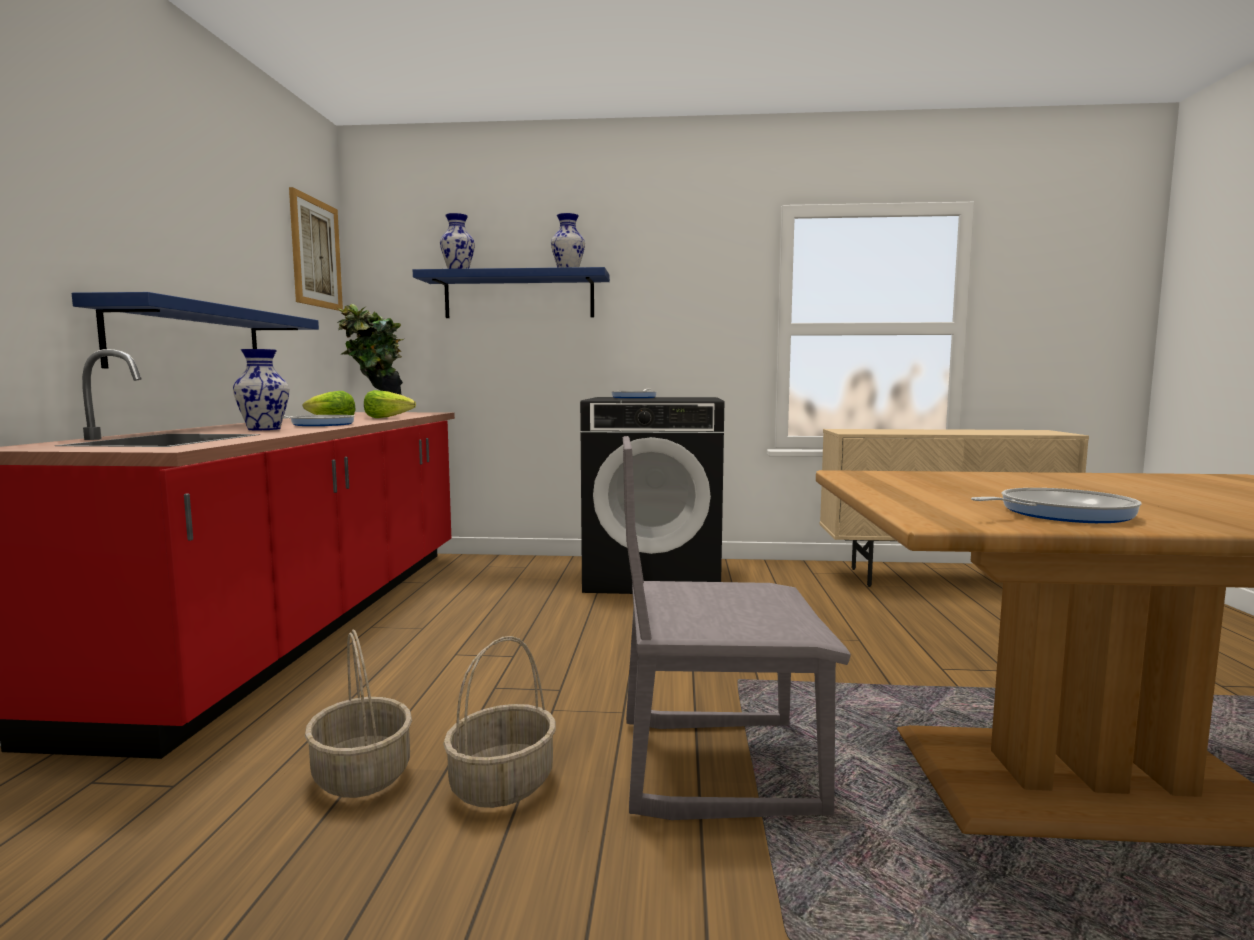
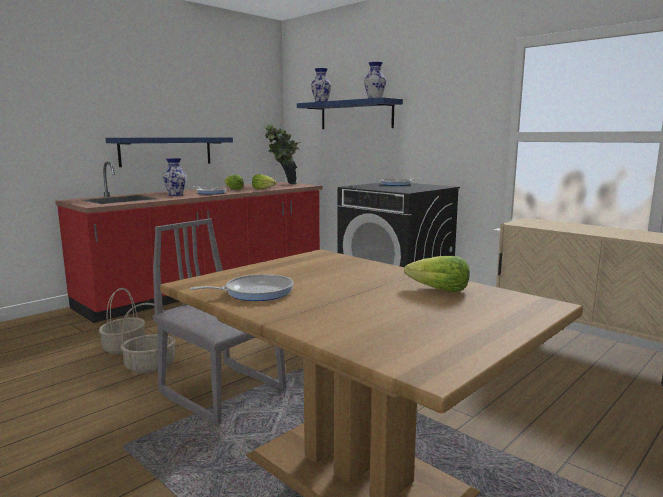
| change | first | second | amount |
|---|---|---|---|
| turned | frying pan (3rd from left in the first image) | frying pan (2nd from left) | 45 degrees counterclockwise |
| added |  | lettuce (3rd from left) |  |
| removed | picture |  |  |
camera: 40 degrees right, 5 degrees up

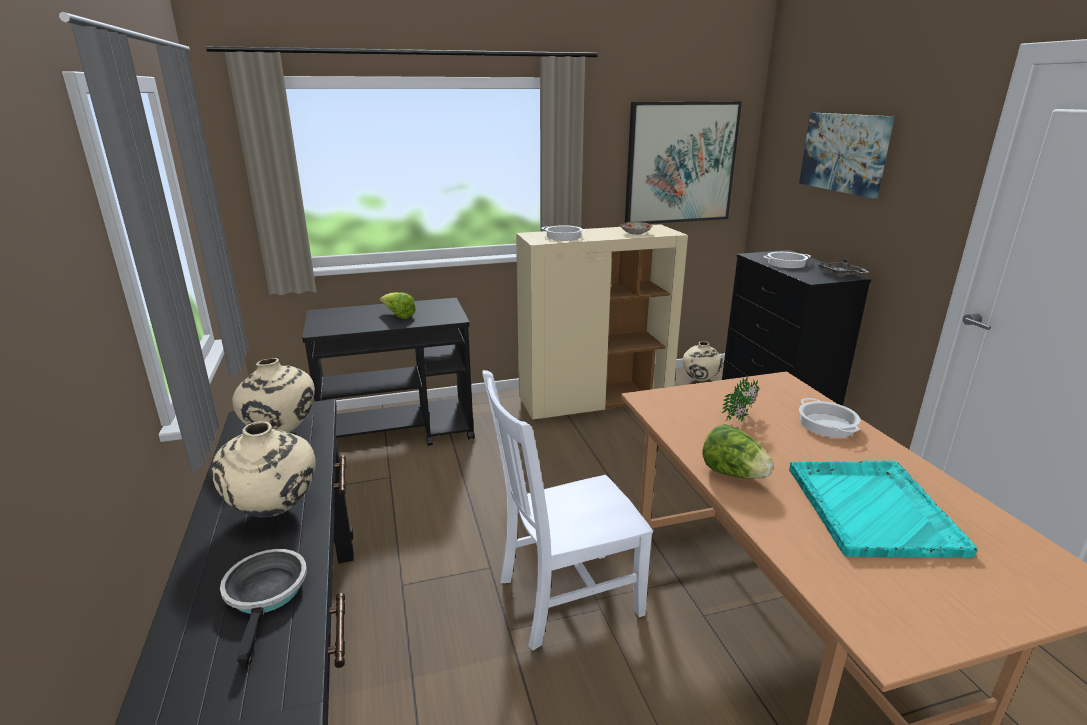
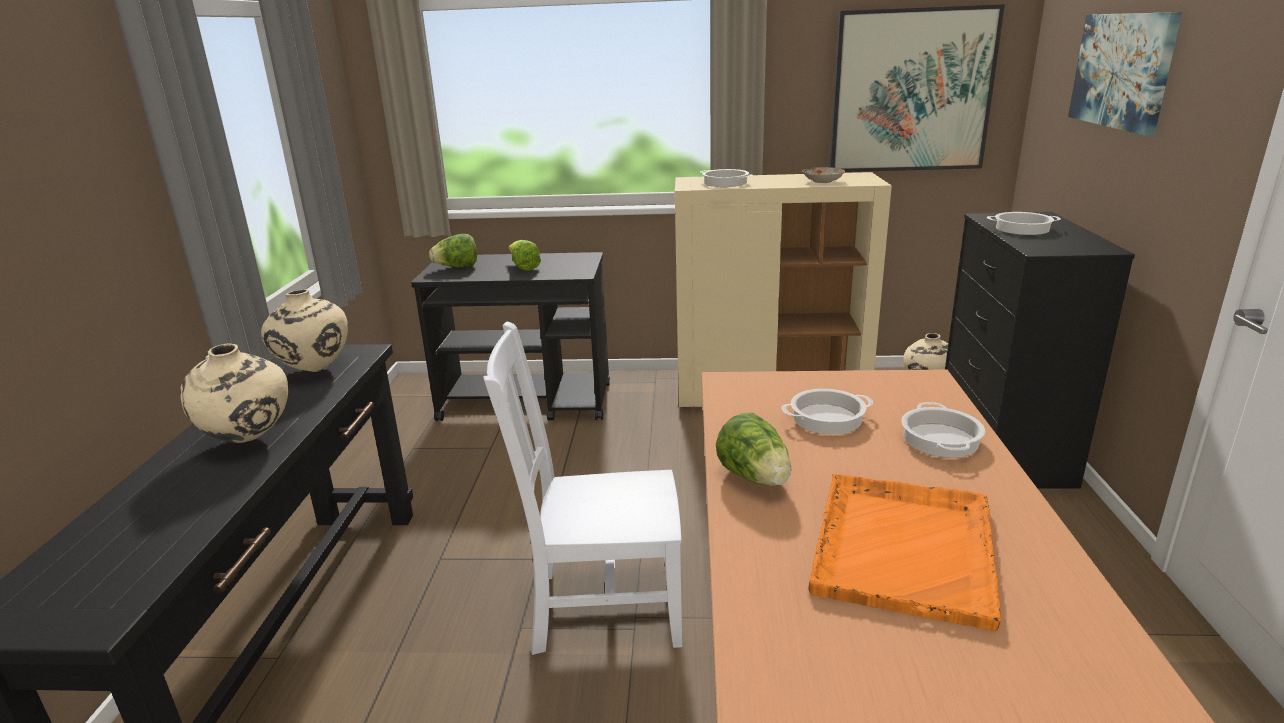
| change | first | second | amount |
|---|---|---|---|
| added |  | lettuce (1st from left) |  |
| replaced | potted plant | cooking pot (2nd from left) |  |
| recoloured | tray/turquoise | tray/orange |  |
| removed | frying pan |  |  |
| removed | tray/grey |  |  |
camera: 20 degrees right, 0 degrees up

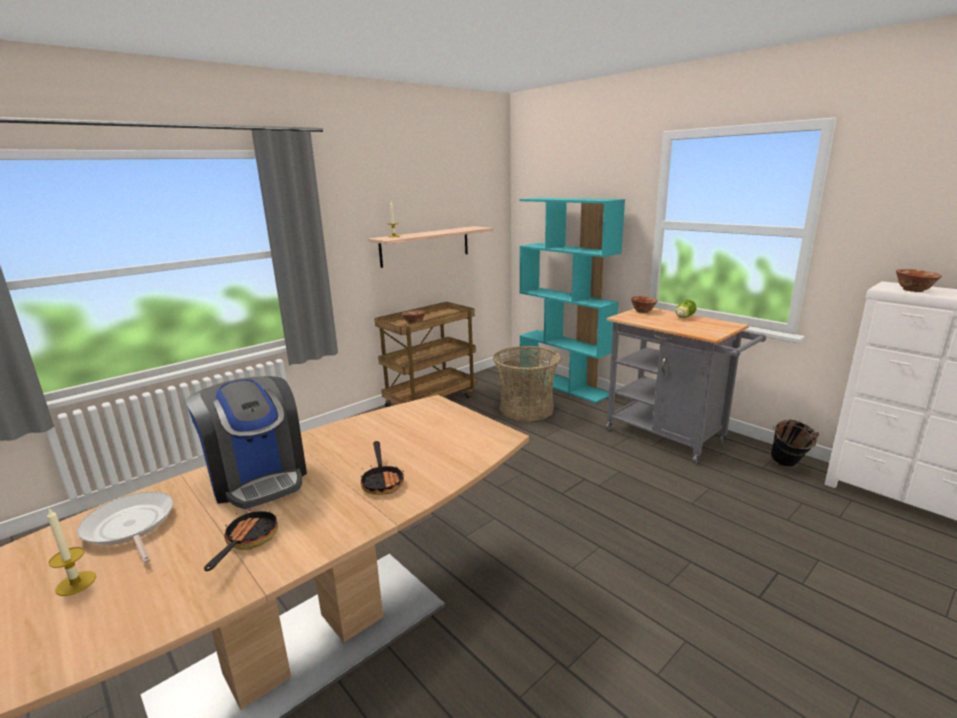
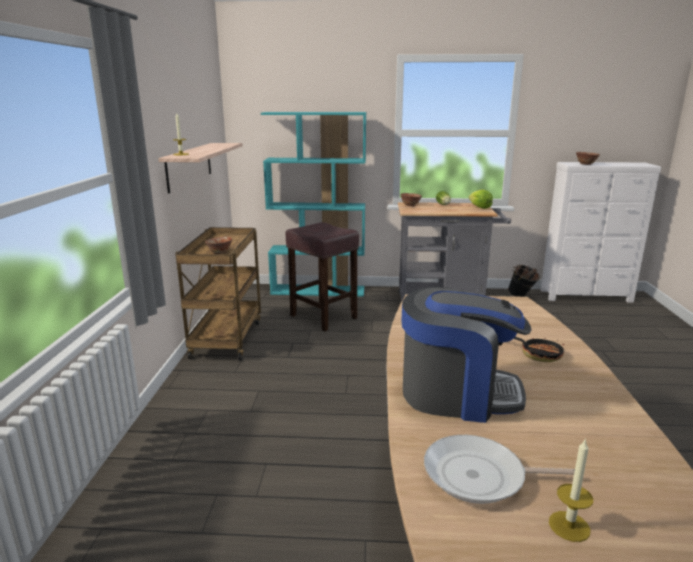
| change | first | second | amount |
|---|---|---|---|
| replaced | basket | stool/brown |  |
| added |  | lettuce (2nd from left) |  |
| removed | frying pan (2nd from left) |  |  |
camera: 45 degrees left, 0 degrees up

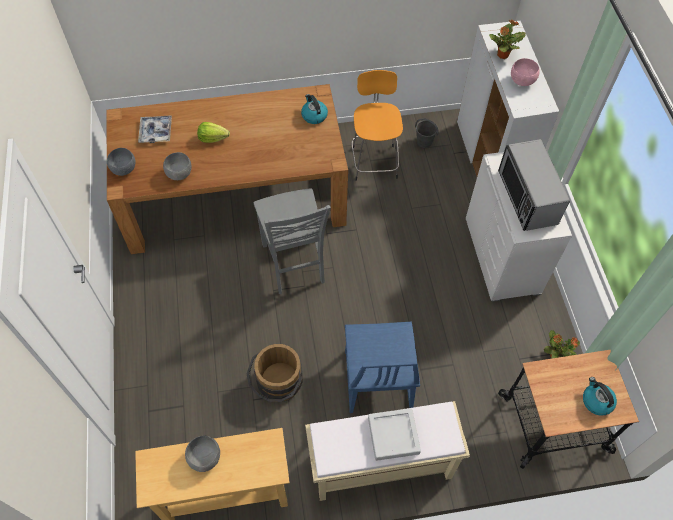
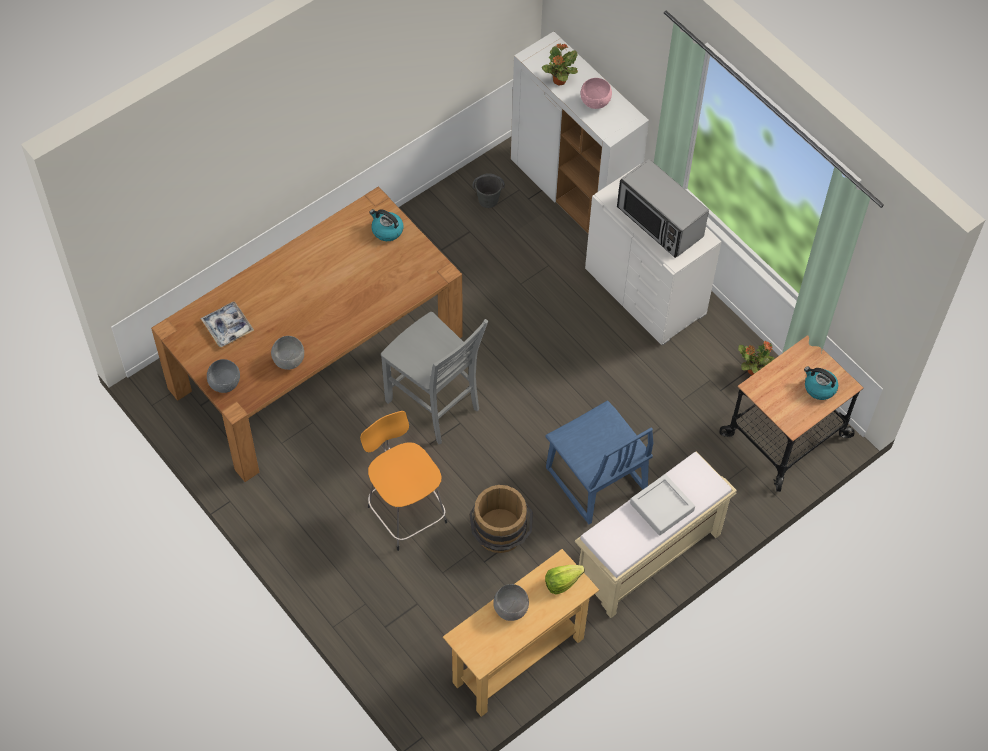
| change | first | second | amount |
|---|---|---|---|
| moved | stool/orange |  |  |
| moved | lettuce |  |  |
camera: 30 degrees left, 0 degrees up

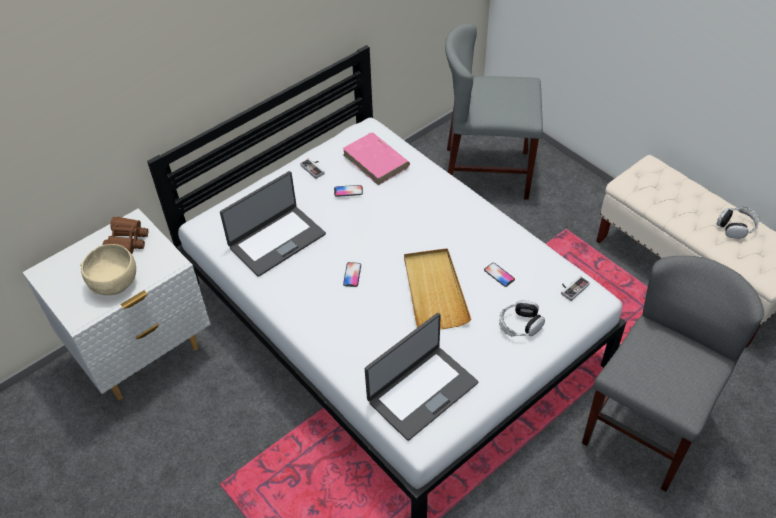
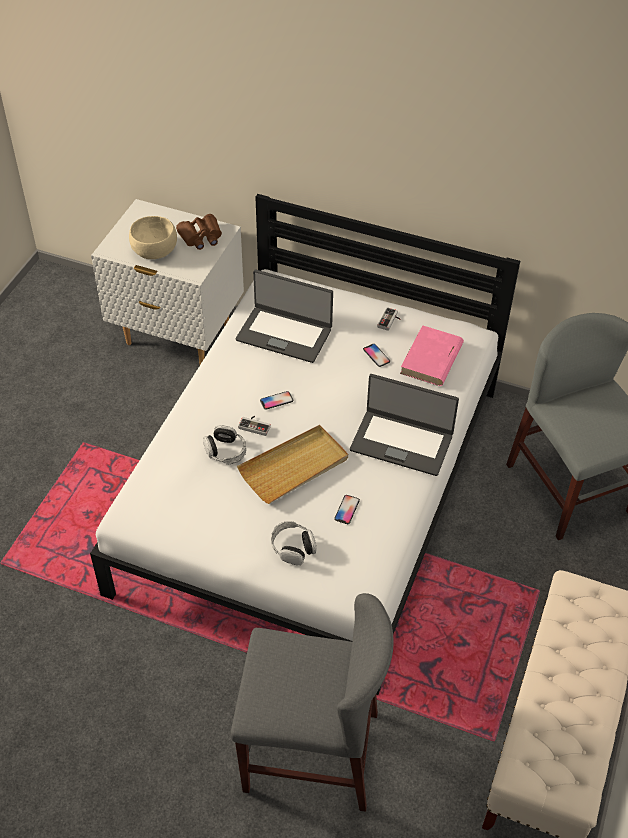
| change | first | second | amount |
|---|---|---|---|
| moved | headphones (2nd from left in the first image) | headphones (1st from left) |  |
| moved | game controller (2nd from left in the first image) | game controller (1st from left) |  |
| moved | laptop (2nd from left) |  |  |
camera: 60 degrees right, 0 degrees up

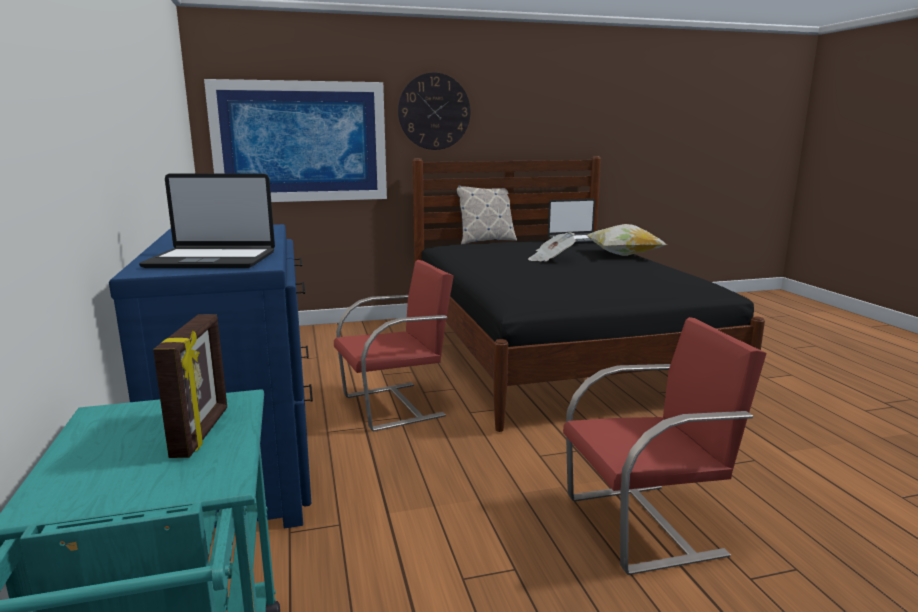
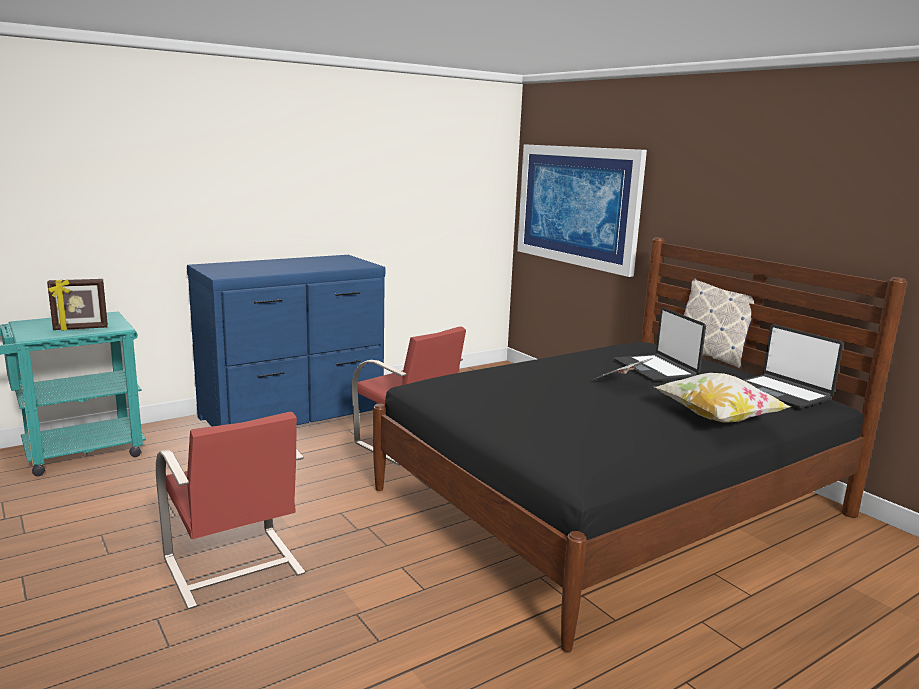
| change | first | second | amount |
|---|---|---|---|
| moved | laptop (1st from left) |  |  |
| removed | wall clock |  |  |
camera: 70 degrees right, 0 degrees up

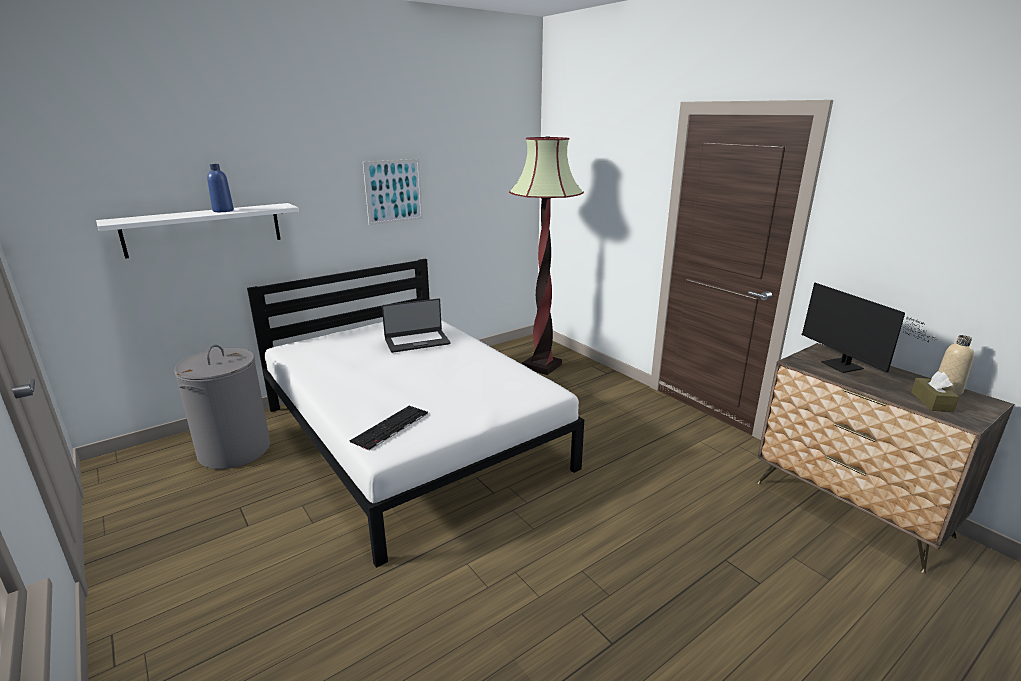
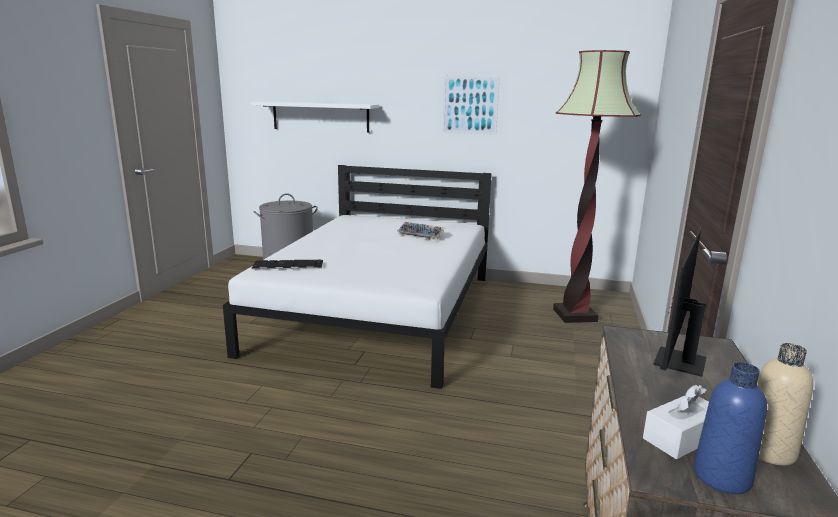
| change | first | second | amount |
|---|---|---|---|
| replaced | laptop | keyboard (2nd from left) |  |
| recoloured | tissue box/brown | tissue box/white |  |
| moved | bottle/blue |  |  |
camera: 50 degrees right, 5 degrees down

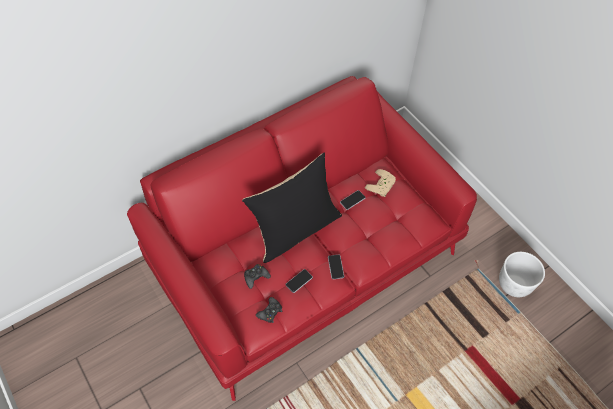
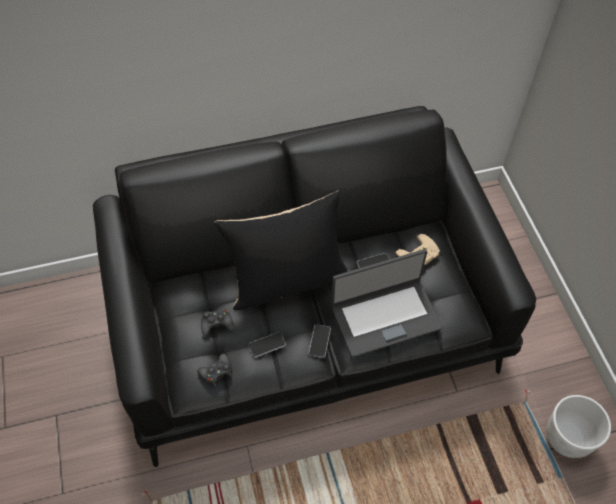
| change | first | second | amount |
|---|---|---|---|
| recoloured | sofa/red | sofa/black |  |
| added |  | laptop |  |
camera: 20 degrees right, 0 degrees up

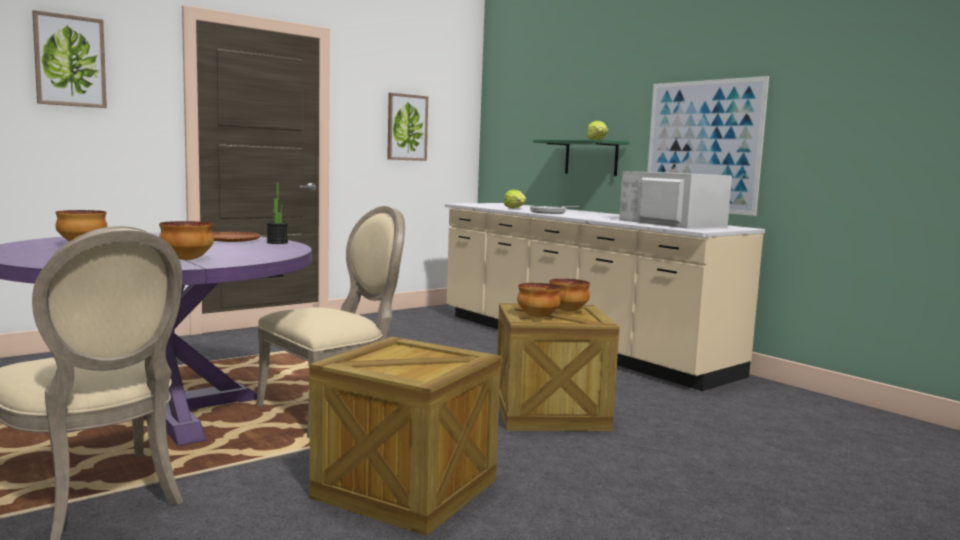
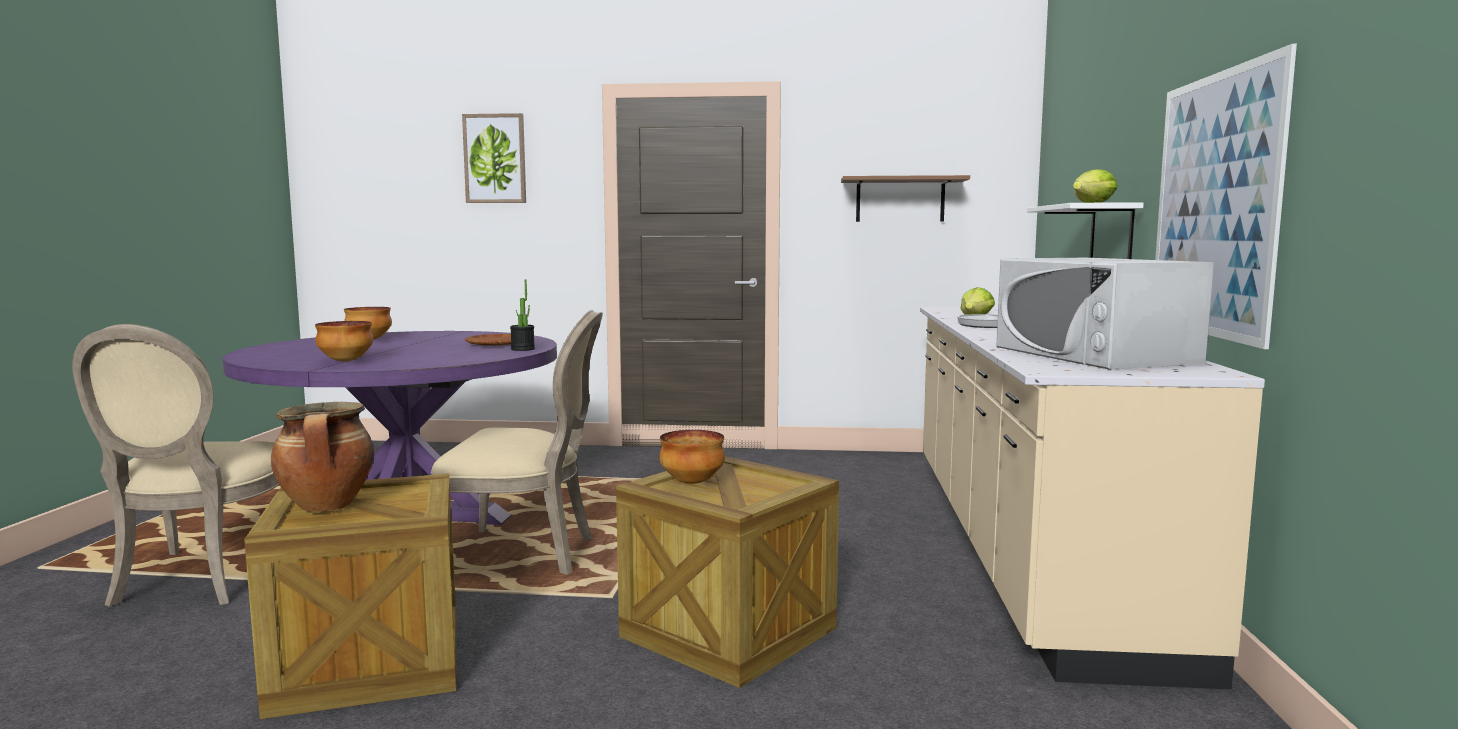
| change | first | second | amount |
|---|---|---|---|
| added |  | cooking pot |  |
| replaced | picture (2nd from left) | shelf/brown |  |
| turned | microwave/white |  | 150 degrees clockwise |
| recoloured | shelf/green | shelf/white |  |
| removed | bowl (4th from left) |  |  |
camera: 45 degrees right, 0 degrees up

